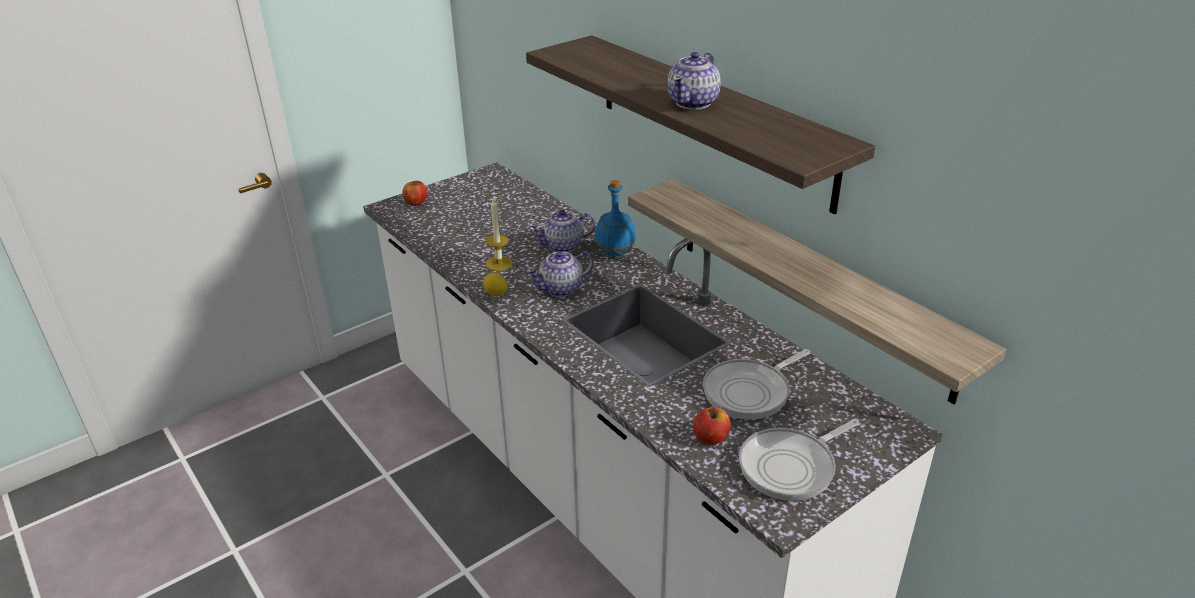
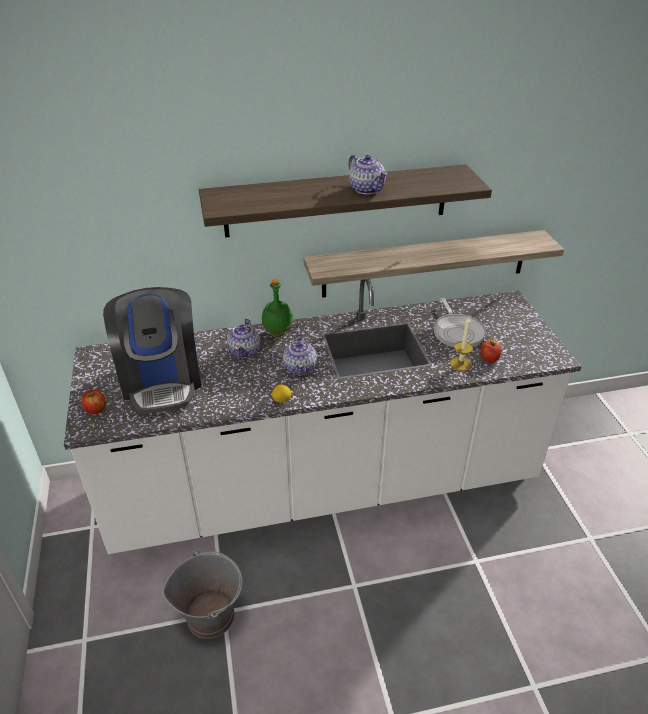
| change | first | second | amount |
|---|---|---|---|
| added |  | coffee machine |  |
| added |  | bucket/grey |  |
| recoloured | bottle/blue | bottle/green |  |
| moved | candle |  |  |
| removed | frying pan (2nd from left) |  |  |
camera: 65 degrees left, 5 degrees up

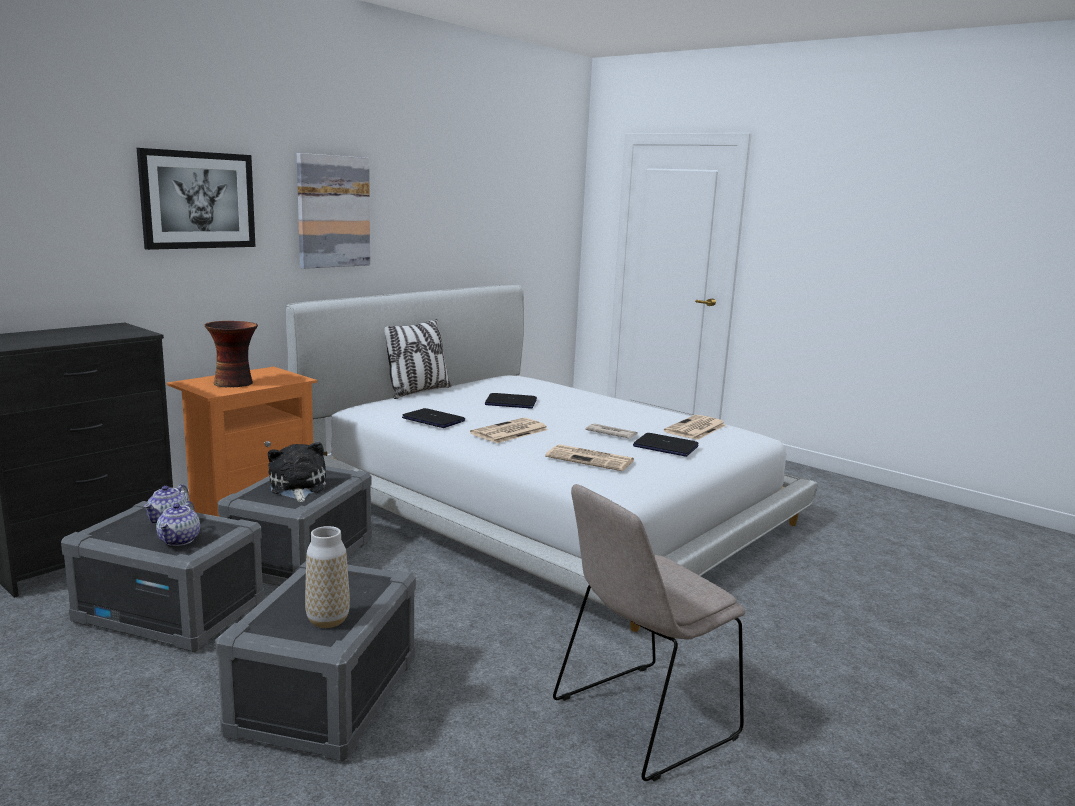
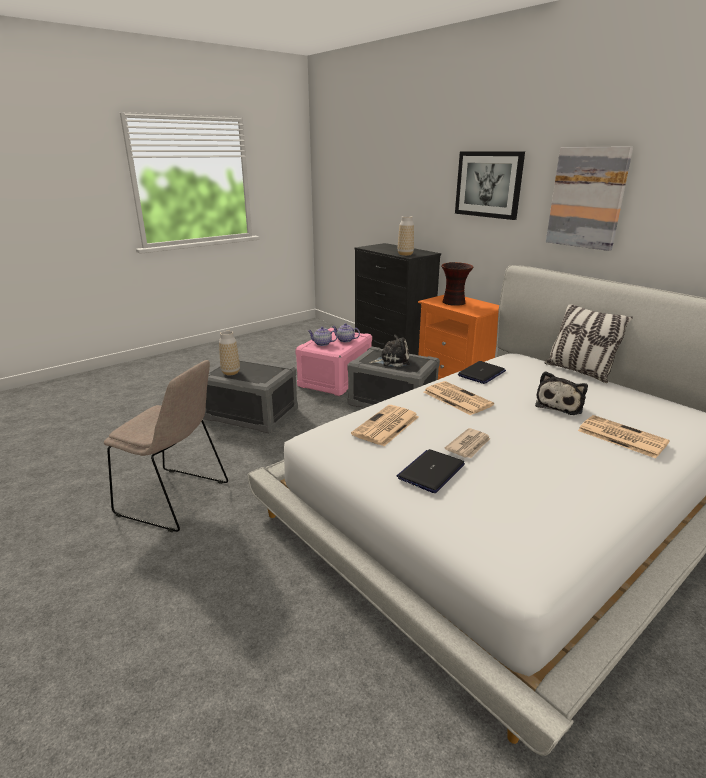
| change | first | second | amount |
|---|---|---|---|
| turned | chair/beige |  | 135 degrees clockwise |
| recoloured | storage box/grey (1st from left) | storage box/pink |  |
| added |  | vase (2nd from left) |  |
| replaced | laptop (2nd from left) | plush toy (2nd from left) |  |
| moved | newspaper (4th from left) |  |  |
camera: 100 degrees right, 10 degrees up

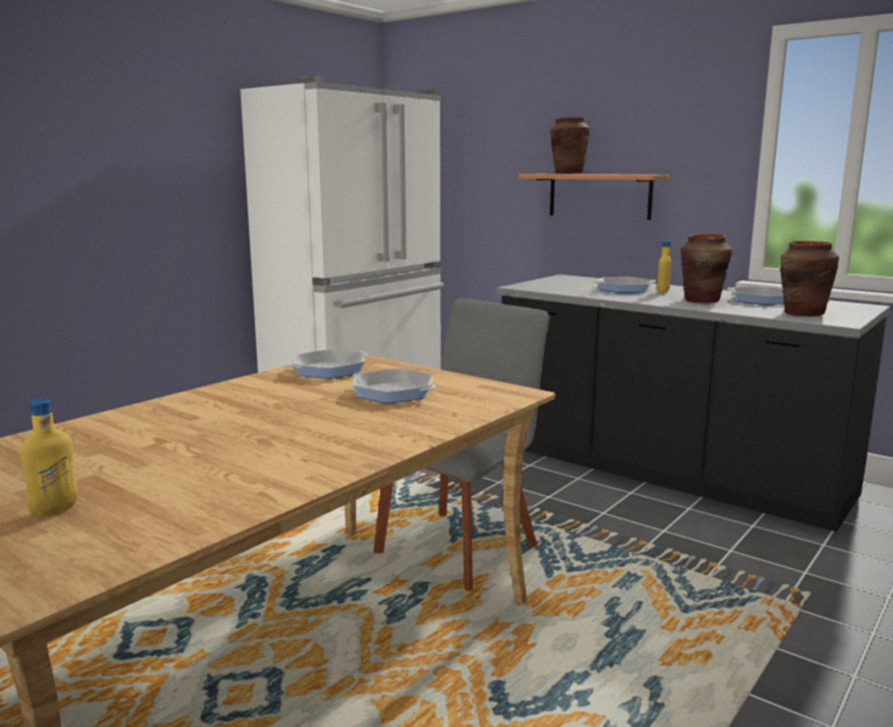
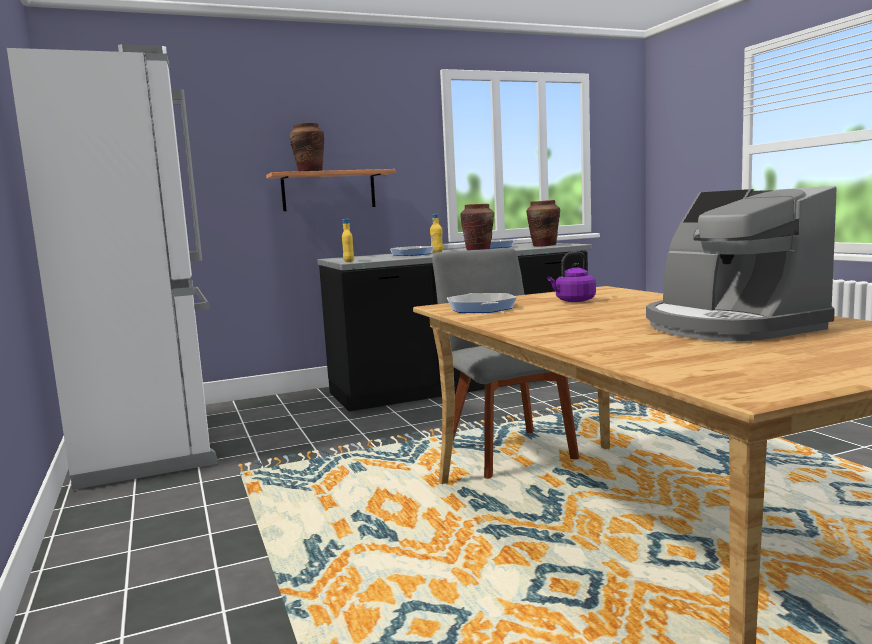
| change | first | second | amount |
|---|---|---|---|
| moved | bottle/yellow (1st from left) |  |  |
| replaced | frying pan (2nd from left) | kettle/purple |  |
| added |  | coffee machine |  |
camera: 60 degrees left, 5 degrees down

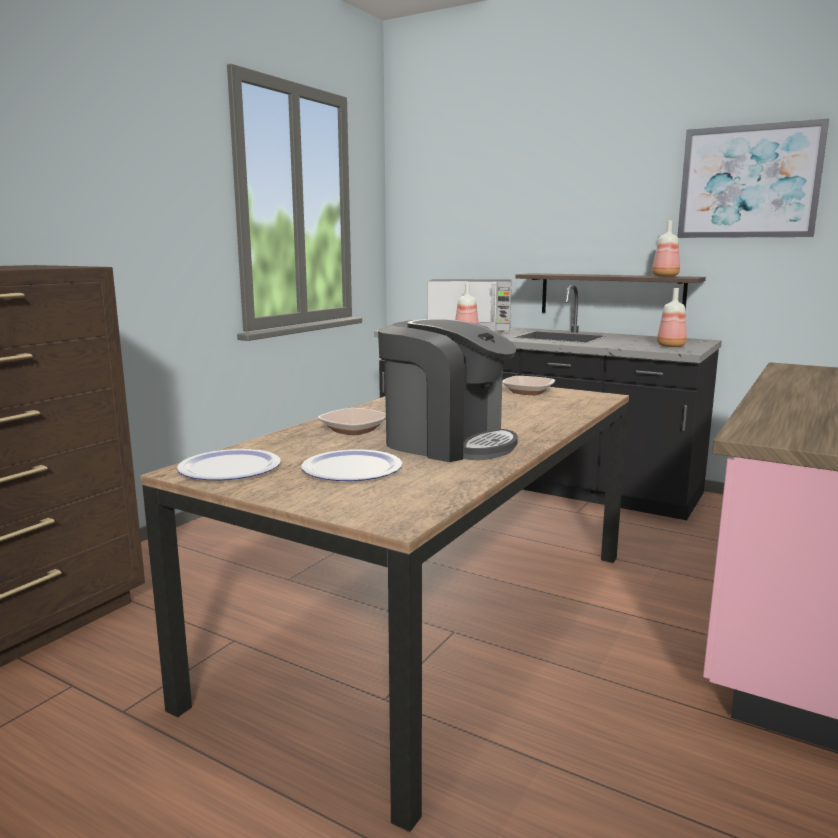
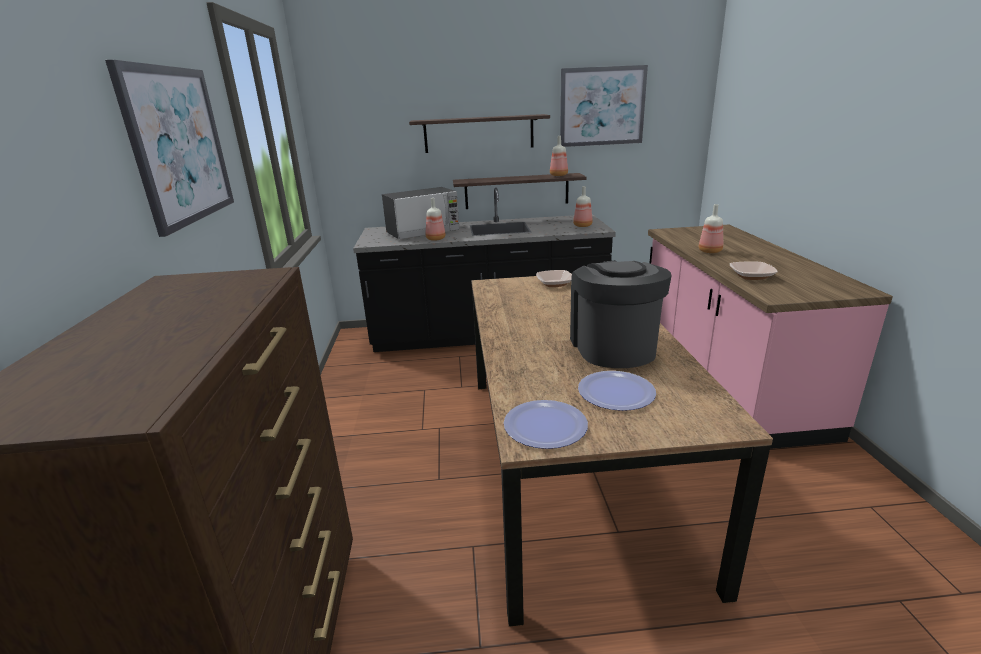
| change | first | second | amount |
|---|---|---|---|
| added |  | picture (1st from left) |  |
| added |  | shelf (1st from left) |  |
| turned | coffee machine |  | 90 degrees counterclockwise |
| added |  | bottle (4th from left) |  |
| moved | bowl (1st from left in the first image) | bowl (2nd from left) |  |
camera: 35 degrees left, 10 degrees up

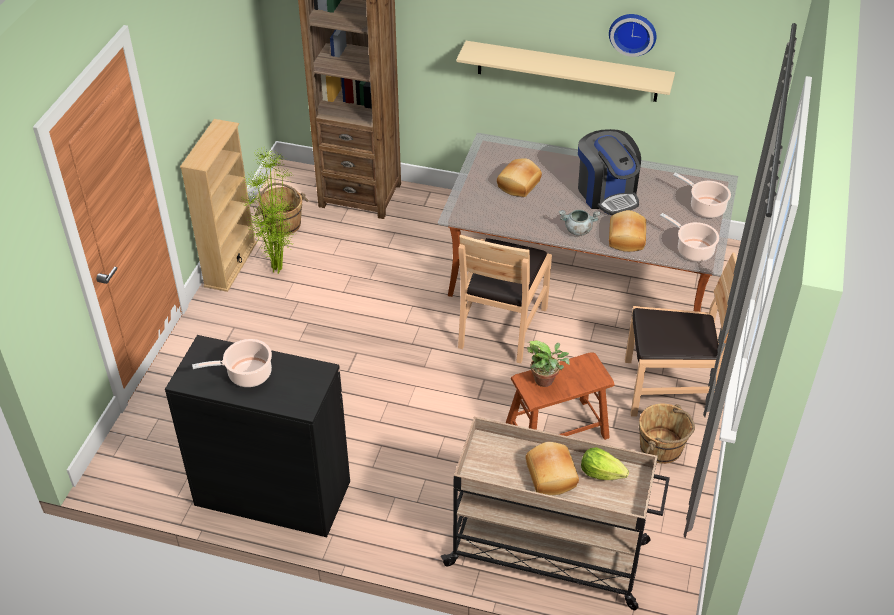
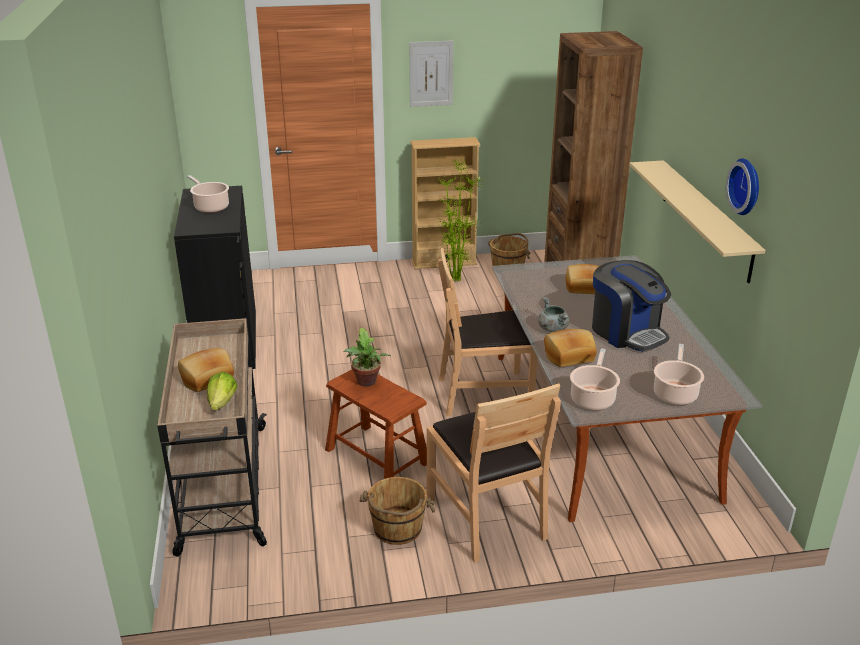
| change | first | second | amount |
|---|---|---|---|
| added |  | picture |  |
| turned | coffee machine |  | 75 degrees counterclockwise |
camera: 65 degrees right, 15 degrees down

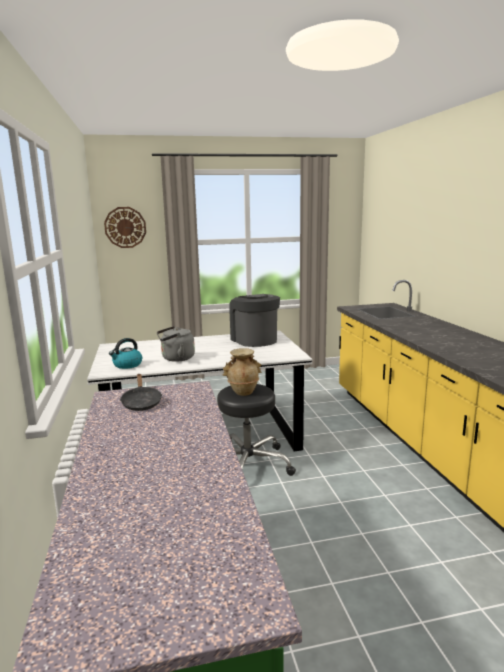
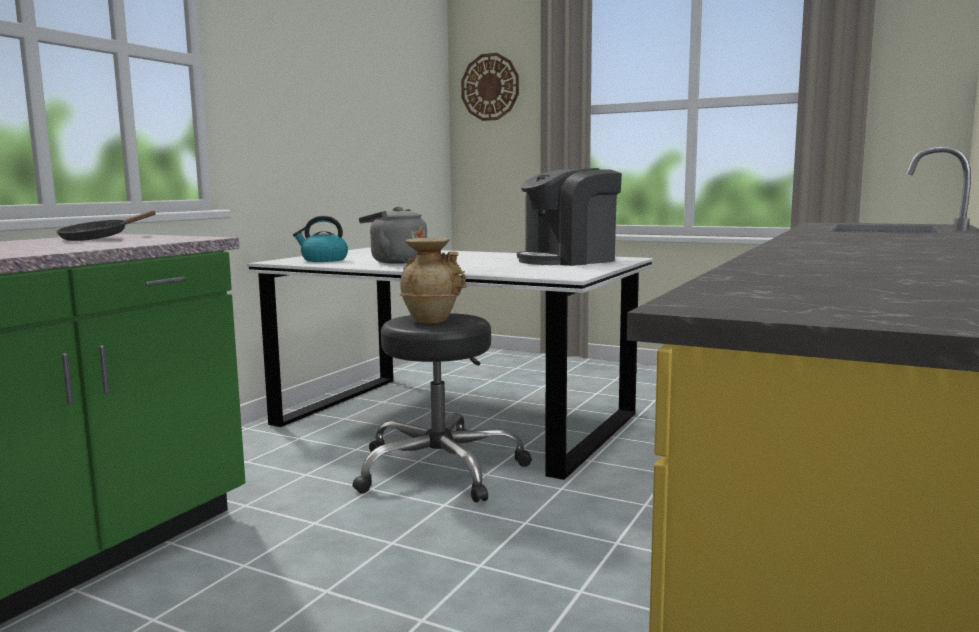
| change | first | second | amount |
|---|---|---|---|
| turned | coffee machine |  | 135 degrees counterclockwise |
camera: 40 degrees right, 5 degrees down

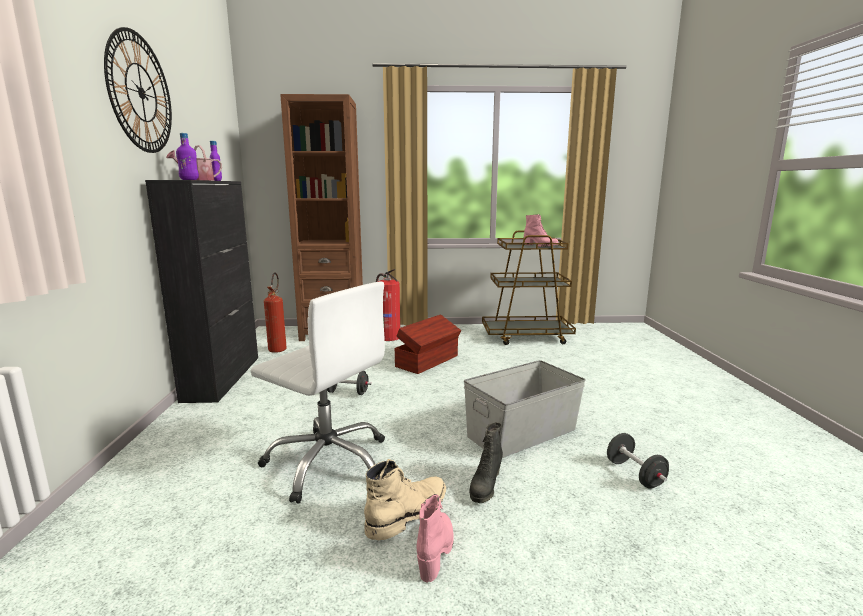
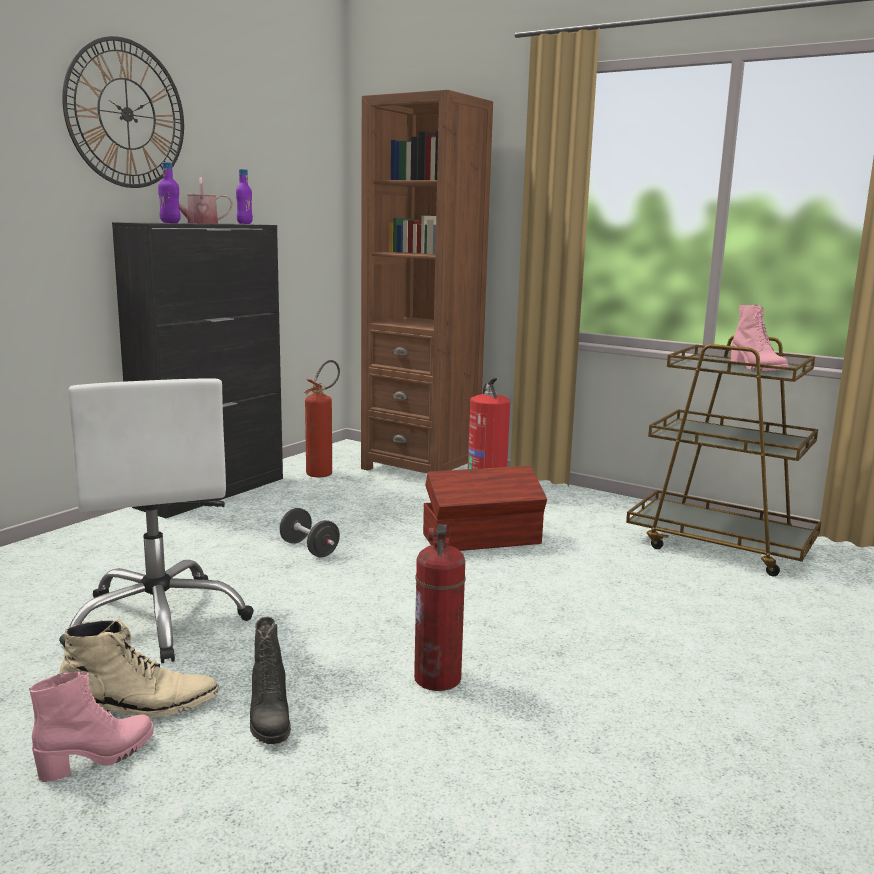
| change | first | second | amount |
|---|---|---|---|
| turned | boot/black |  | 75 degrees counterclockwise |
| replaced | storage box/grey | fire extinguisher (2nd from left) |  |
| removed | dumbbell/black (2nd from left) |  |  |
camera: 35 degrees right, 0 degrees up

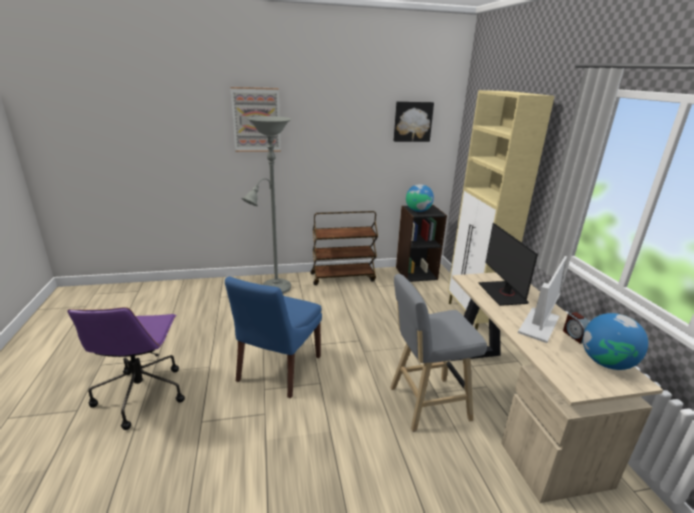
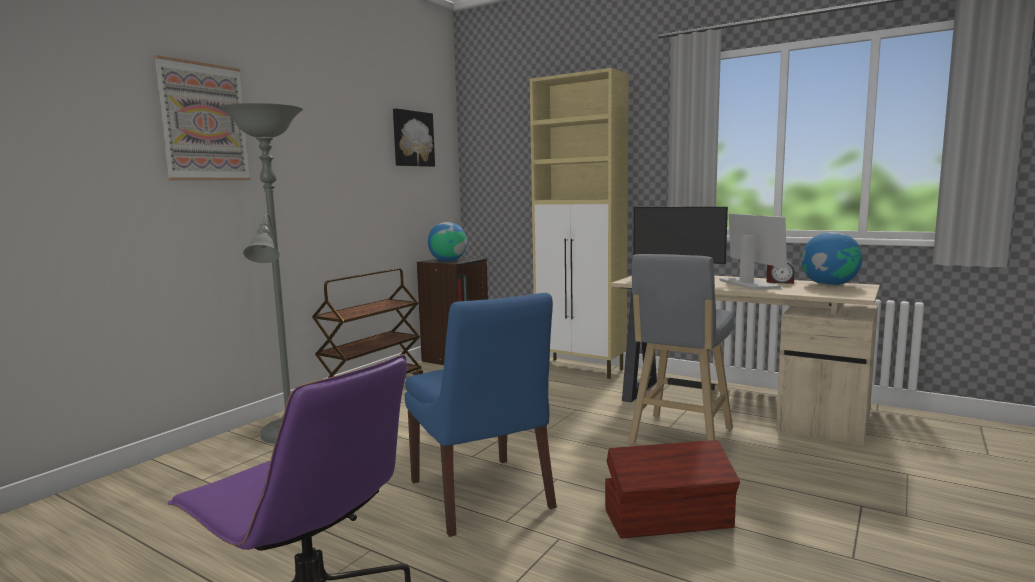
| change | first | second | amount |
|---|---|---|---|
| added |  | storage box/brown |  |
camera: 45 degrees left, 15 degrees down

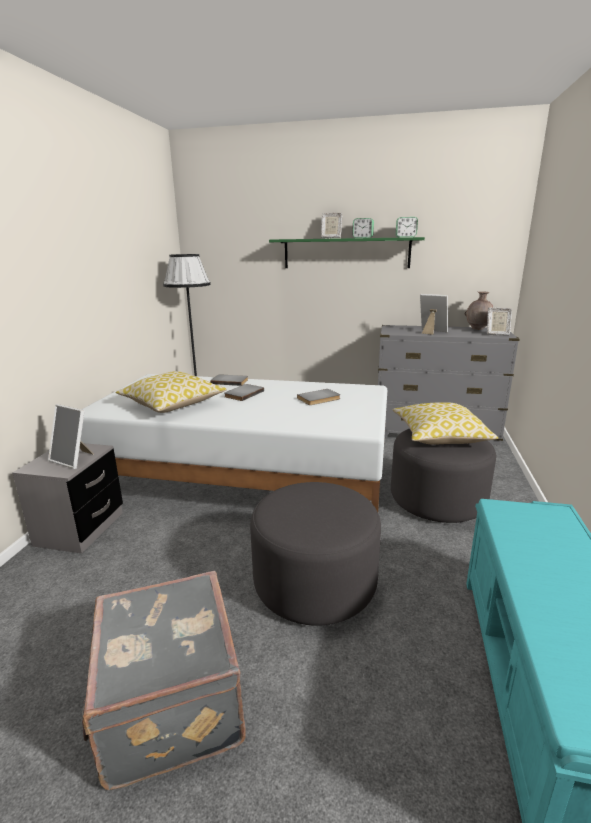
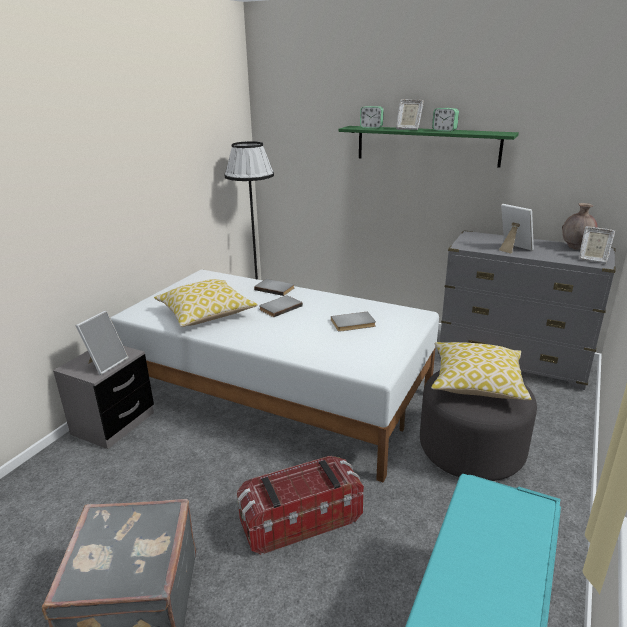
| change | first | second | amount |
|---|---|---|---|
| turned | picture frame (1st from left) |  | 105 degrees counterclockwise |
| replaced | ottoman/grey (1st from left) | storage box |  |
| moved | alarm clock (2nd from left in the first image) | alarm clock (1st from left) |  |
camera: 15 degrees right, 5 degrees up

